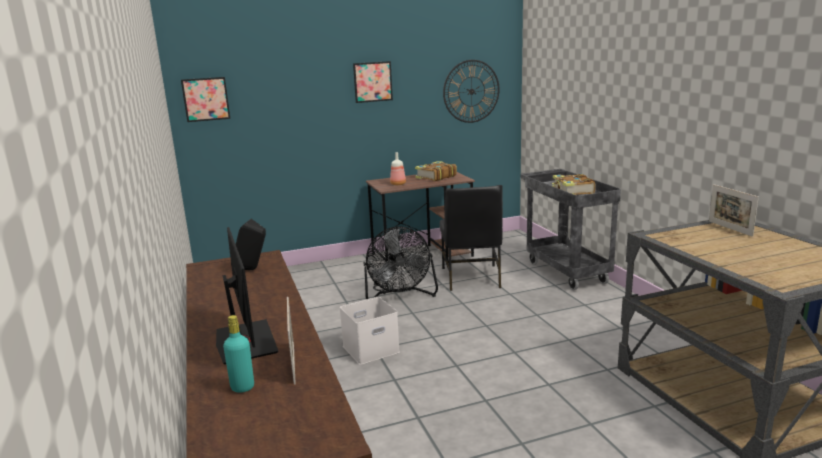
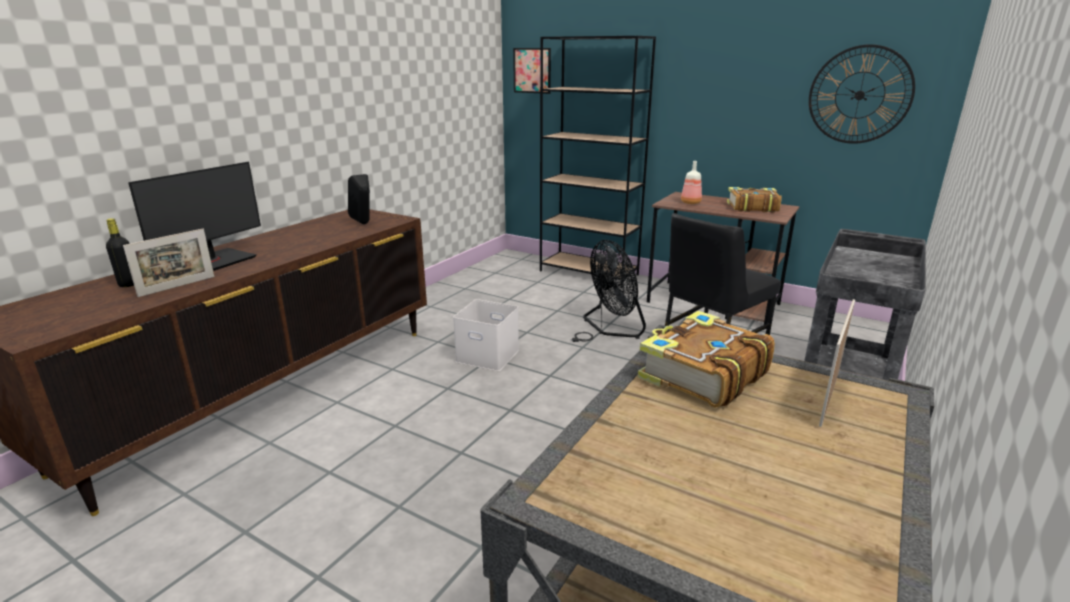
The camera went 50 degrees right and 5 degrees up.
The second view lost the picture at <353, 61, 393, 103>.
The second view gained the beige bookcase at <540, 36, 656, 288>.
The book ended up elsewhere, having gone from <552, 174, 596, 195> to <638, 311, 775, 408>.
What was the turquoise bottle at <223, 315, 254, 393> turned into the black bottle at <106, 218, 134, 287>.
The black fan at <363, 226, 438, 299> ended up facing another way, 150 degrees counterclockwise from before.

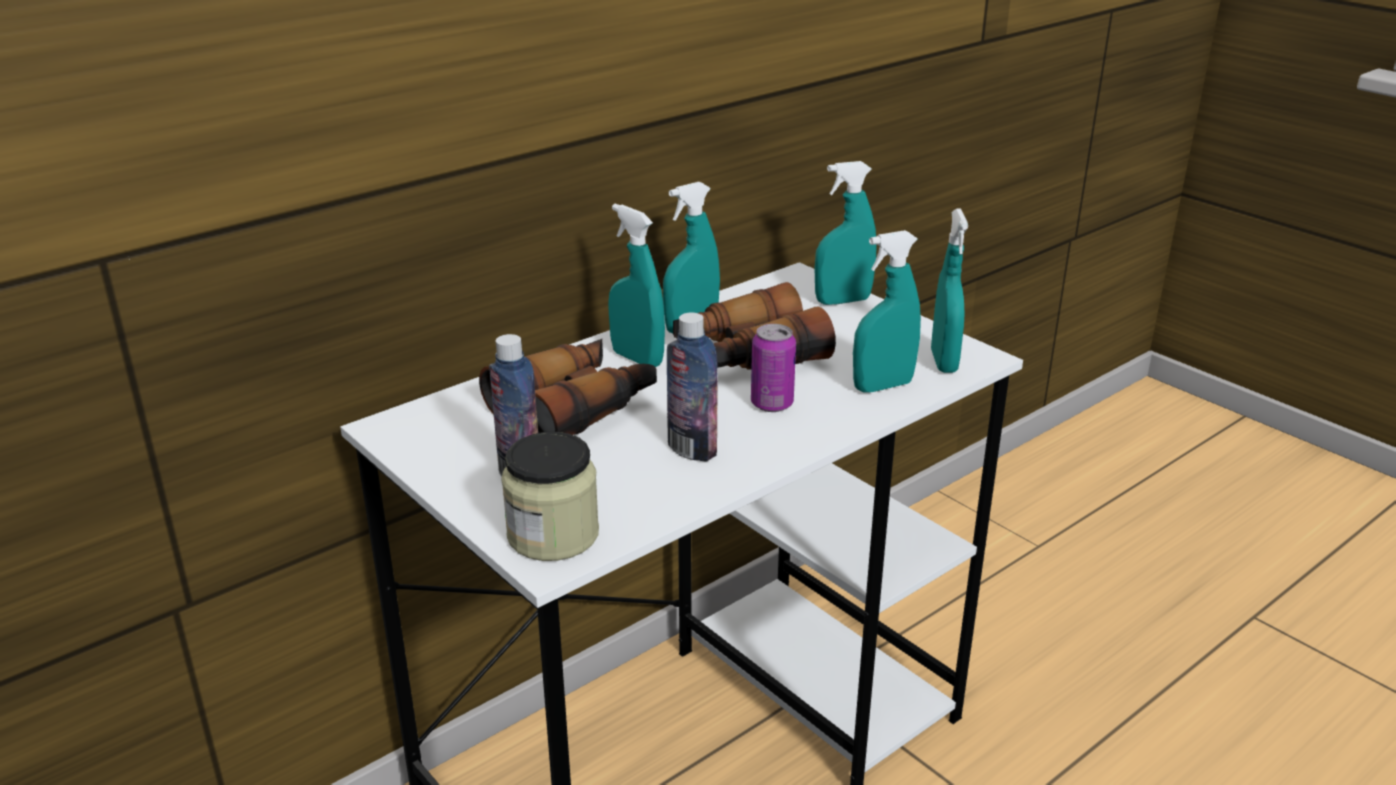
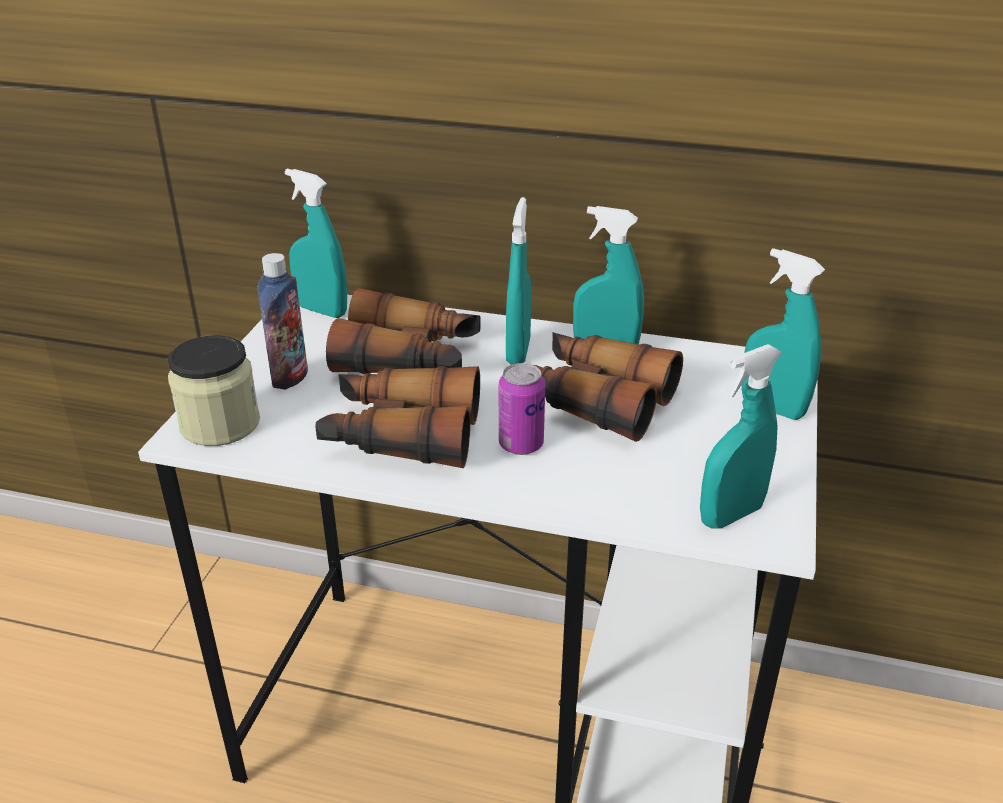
The camera went 55 degrees right and 5 degrees up.
The turquoise spray bottle ended up elsewhere, having gone from <853, 230, 921, 393> to <285, 169, 347, 318>.
Where the bottle stood at <667, 312, 718, 461>, the binoculars came to stand at <315, 366, 480, 468>.

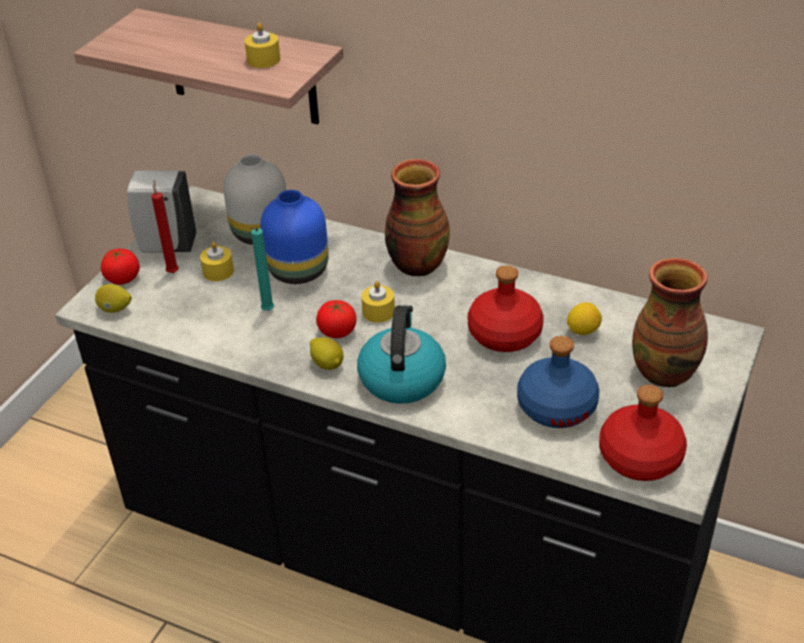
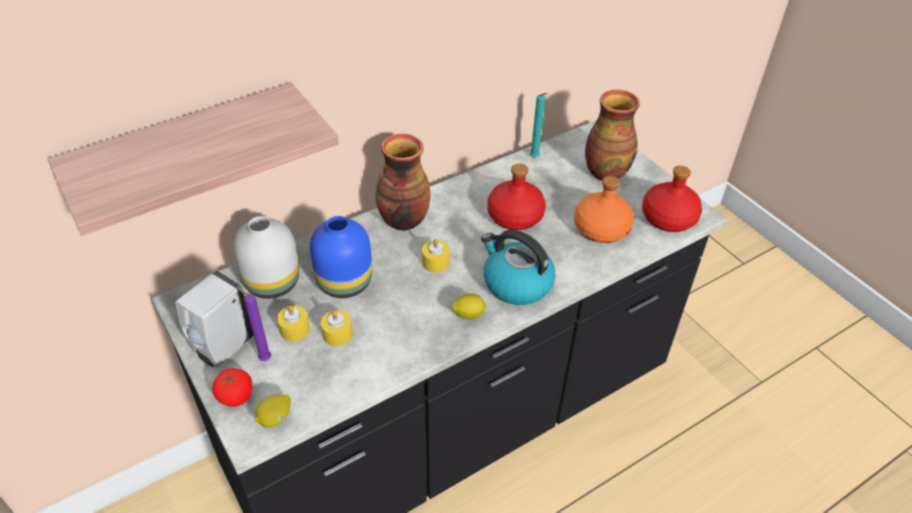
The camera went 60 degrees left and 5 degrees up.
The second view lost the tomato at <316, 300, 356, 338>.
The second view lost the lemon at <567, 302, 602, 335>.
The yellow candle ended up elsewhere, having gone from <245, 23, 280, 68> to <321, 310, 353, 346>.
The turquoise candle ended up elsewhere, having gone from <249, 227, 274, 311> to <530, 93, 547, 158>.
What was the red candle at <151, 180, 179, 273> turned into the purple candle at <237, 287, 271, 361>.
What was the blue bottle at <517, 336, 599, 428> turned into the orange bottle at <574, 176, 634, 243>.

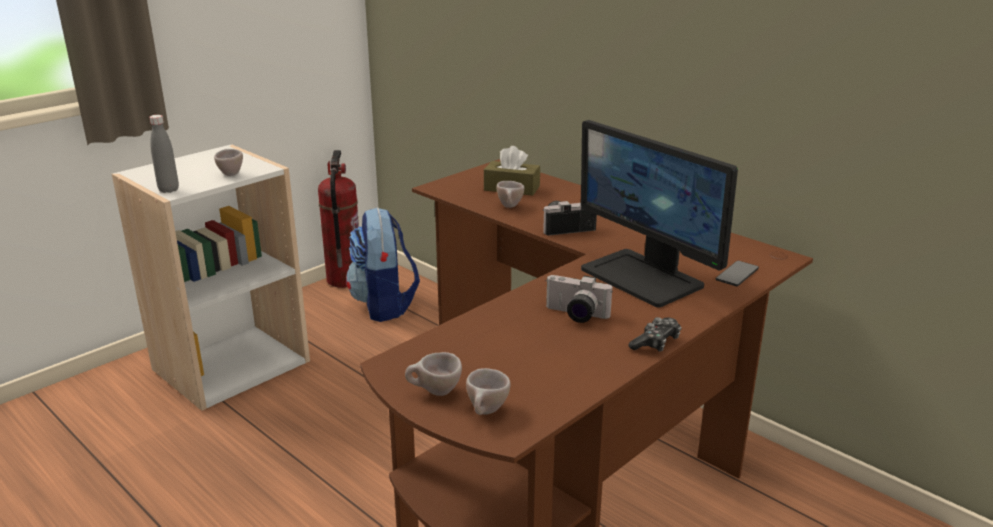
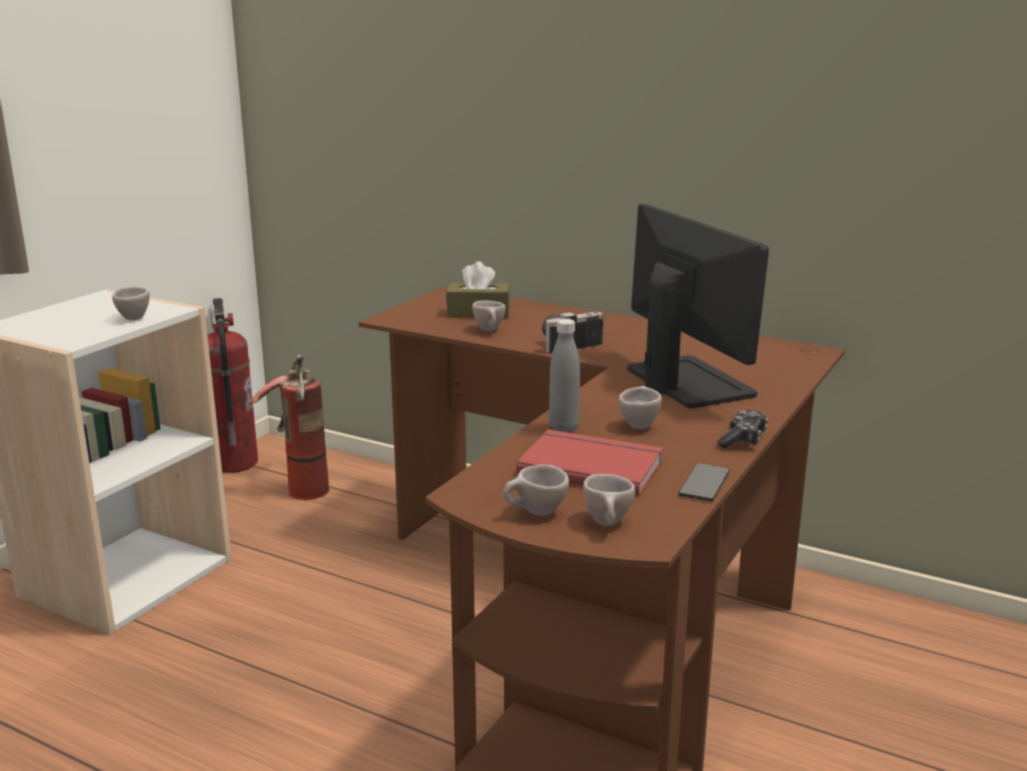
The camera went 15 degrees left and 5 degrees down.
The second view gained the red book at <516, 430, 663, 496>.
The grey bottle ended up elsewhere, having gone from <150, 115, 179, 193> to <549, 319, 580, 432>.
The phone ended up elsewhere, having gone from <716, 261, 759, 286> to <679, 463, 730, 501>.
Where the backpack stood at <346, 207, 420, 322>, the fire extinguisher came to stand at <251, 355, 329, 500>.
Where the photo camera stood at <545, 275, 613, 323>, the beige cup came to stand at <619, 386, 662, 429>.
The monitor at <581, 120, 738, 307> ended up facing another way, 150 degrees counterclockwise from before.

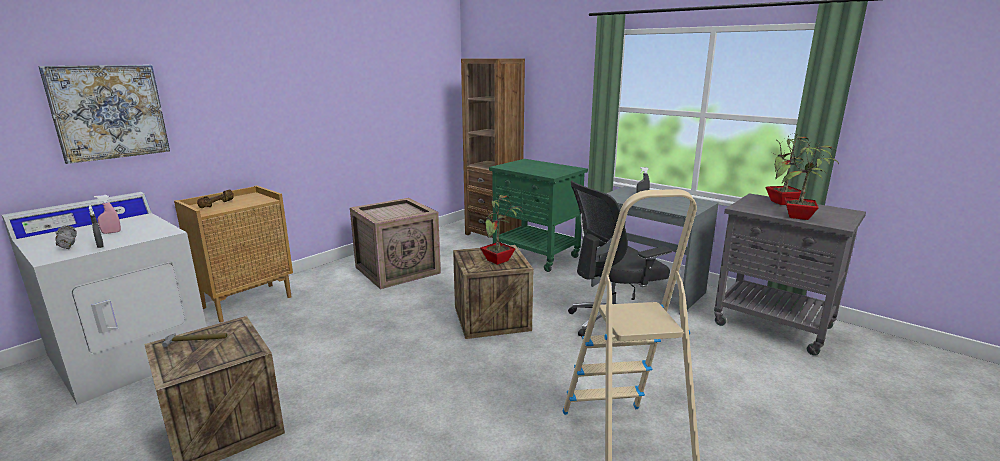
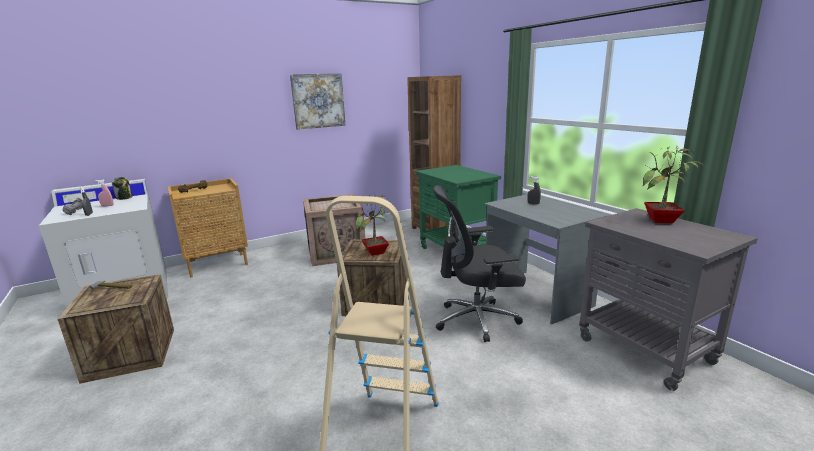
The camera went 20 degrees right and 0 degrees up.
The second view lost the potted plant at <775, 141, 839, 220>.
The second view gained the jar at <112, 177, 133, 200>.
The picture ended up elsewhere, having gone from <38, 65, 170, 164> to <290, 73, 345, 130>.

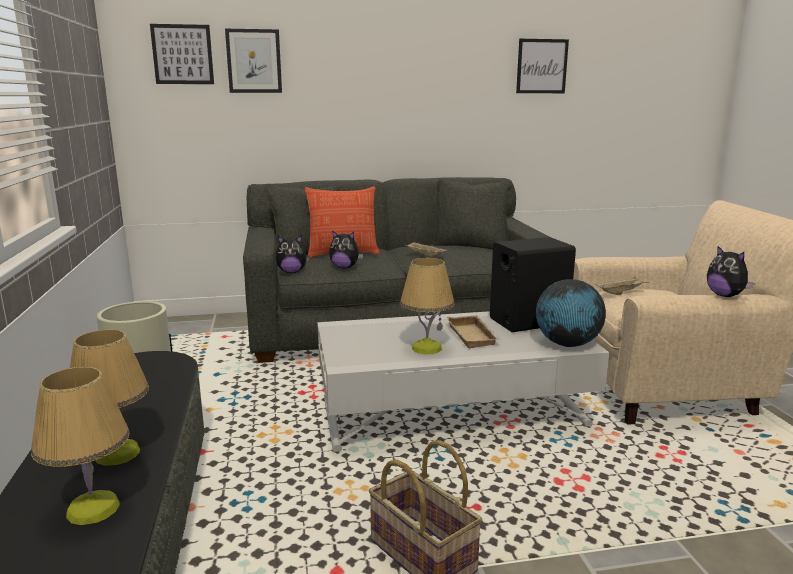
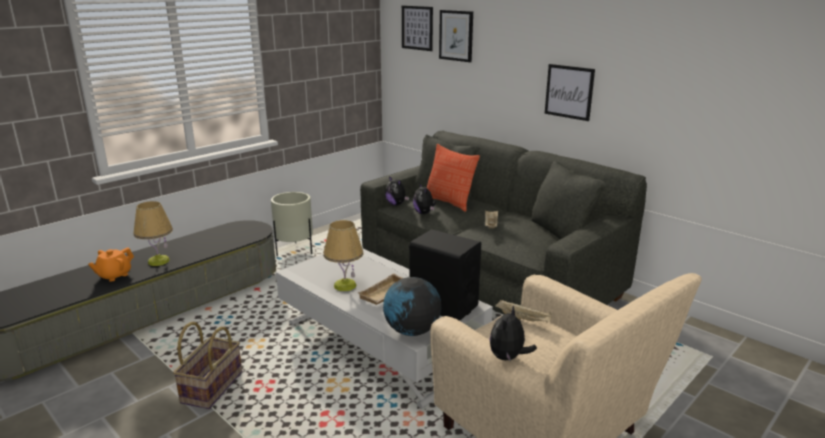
The camera went 55 degrees right and 5 degrees up.
The picture ended up elsewhere, having gone from <516, 39, 569, 93> to <545, 64, 595, 121>.
Where the table lamp stood at <31, 367, 130, 525>, the orange teapot came to stand at <88, 247, 134, 282>.

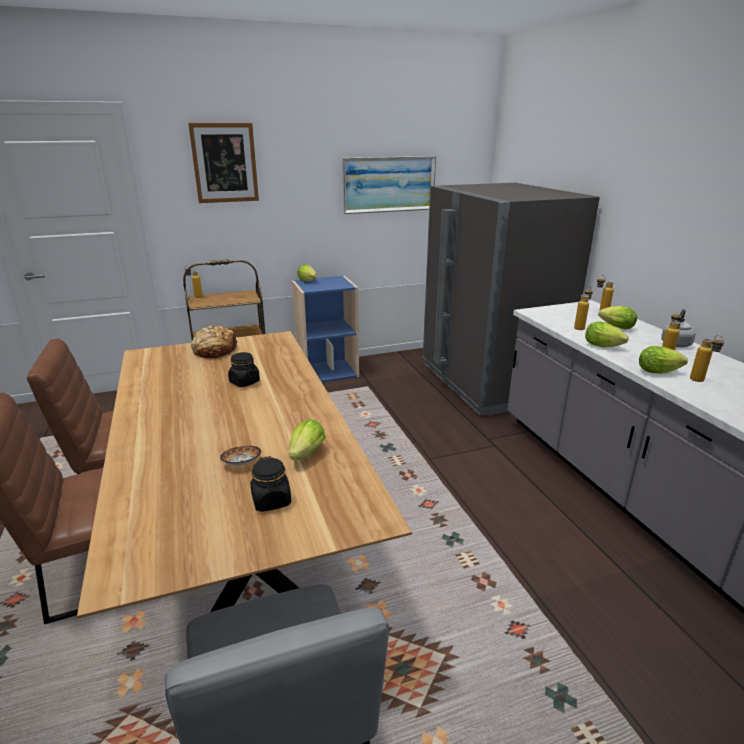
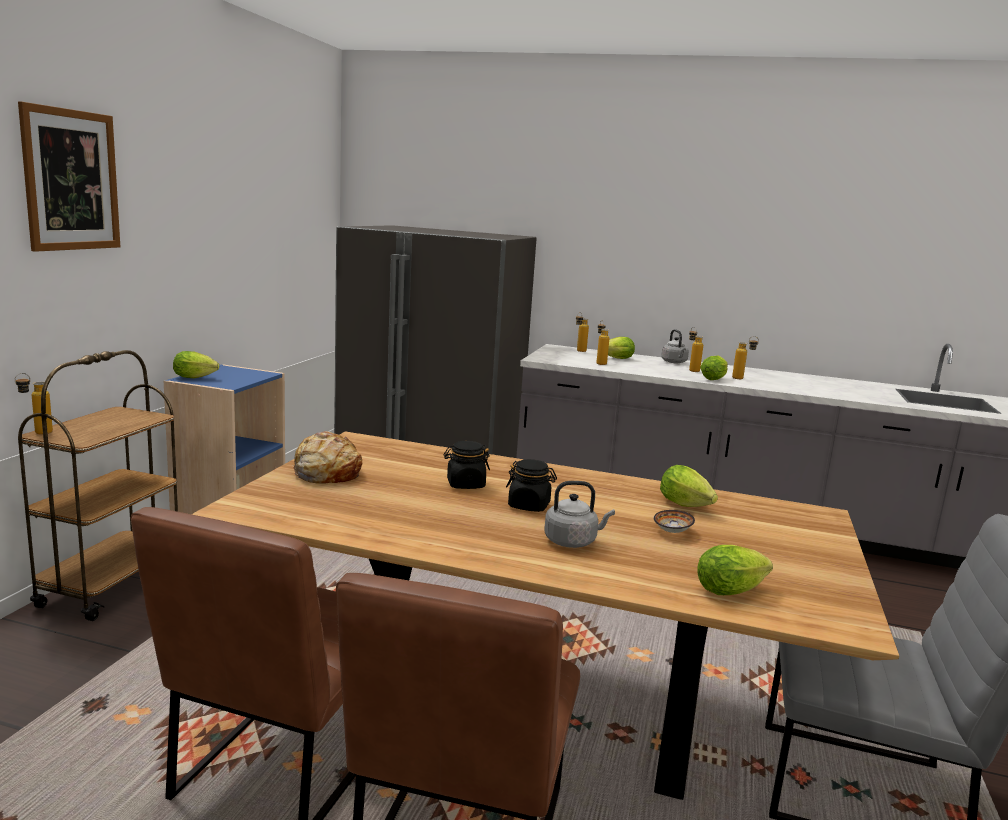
The camera went 55 degrees left and 10 degrees down.
The second view lost the picture at <342, 156, 436, 214>.
The second view gained the grey kettle at <544, 481, 615, 548>.
The black jar ended up elsewhere, having gone from <250, 456, 291, 512> to <506, 459, 557, 512>.
The lettuce ended up elsewhere, having gone from <585, 321, 629, 347> to <698, 545, 773, 595>.

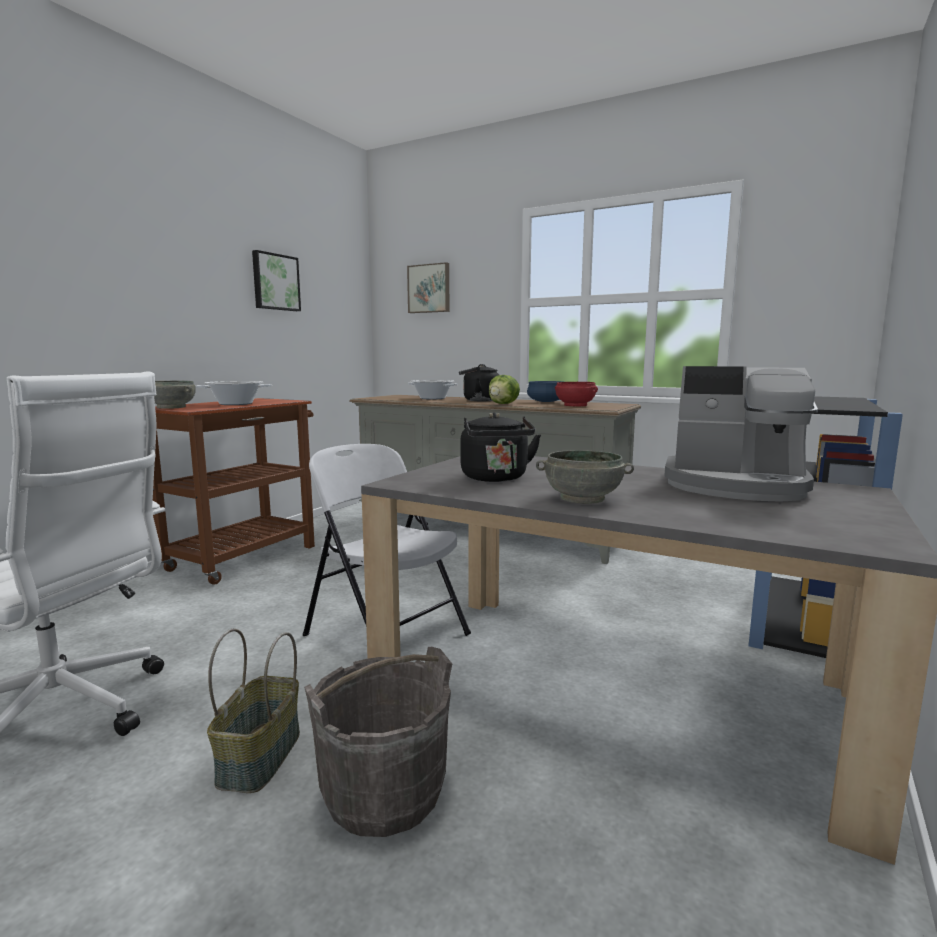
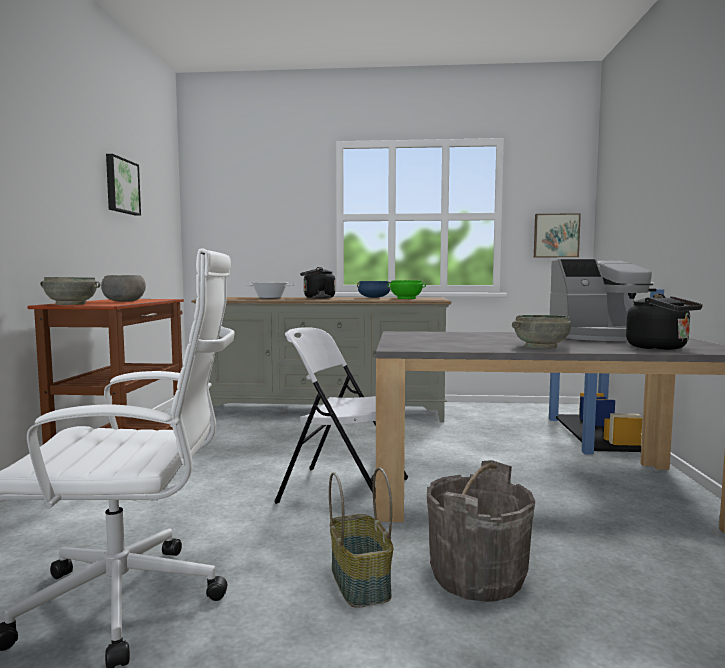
The camera went 25 degrees left and 5 degrees down.
The second view lost the lettuce at <489, 375, 520, 404>.
The picture ended up elsewhere, having gone from <407, 262, 449, 313> to <534, 213, 581, 257>.
The black kettle ended up elsewhere, having gone from <460, 412, 541, 482> to <626, 293, 703, 350>.
Where the cooking pot stood at <195, 381, 272, 405>, the grey bowl came to stand at <101, 275, 146, 302>.
What was the red bowl at <555, 382, 598, 406> turned into the green bowl at <387, 280, 426, 299>.

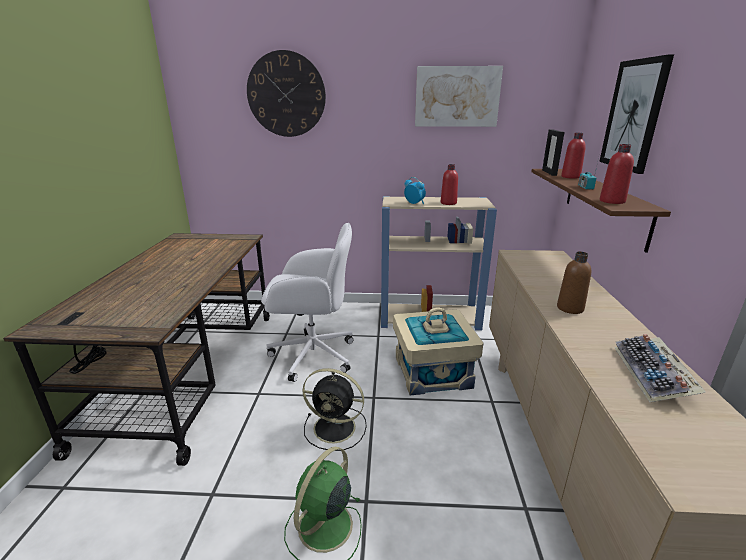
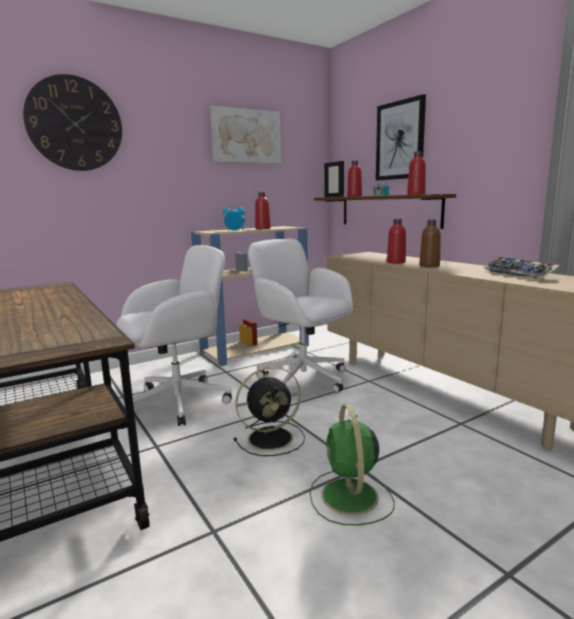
The camera went 35 degrees left and 10 degrees down.
The second view gained the red bottle at <387, 219, 406, 264>.
Where the beige storage box stood at <393, 308, 483, 395>, the white office chair came to stand at <248, 239, 353, 393>.

